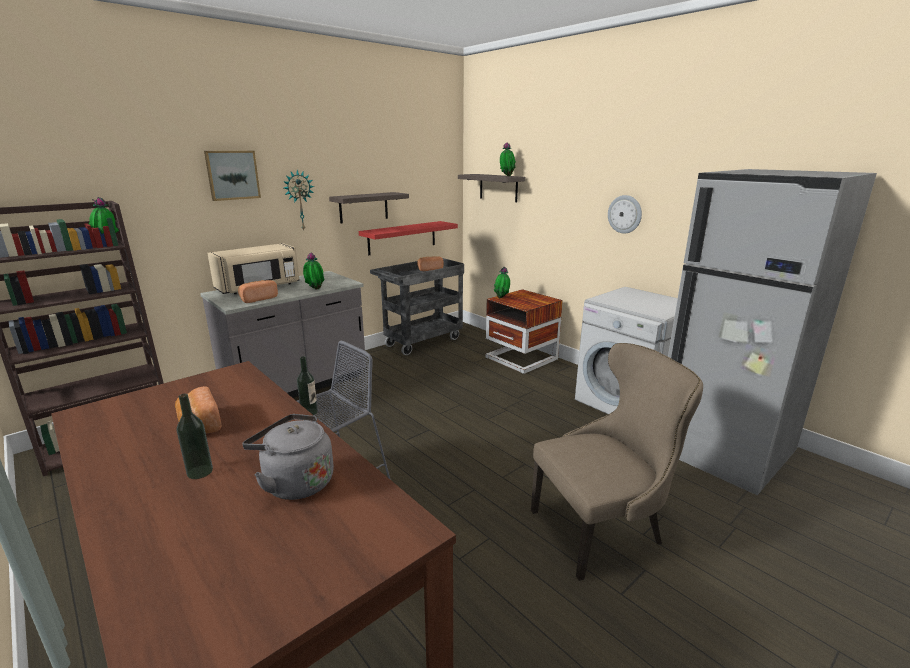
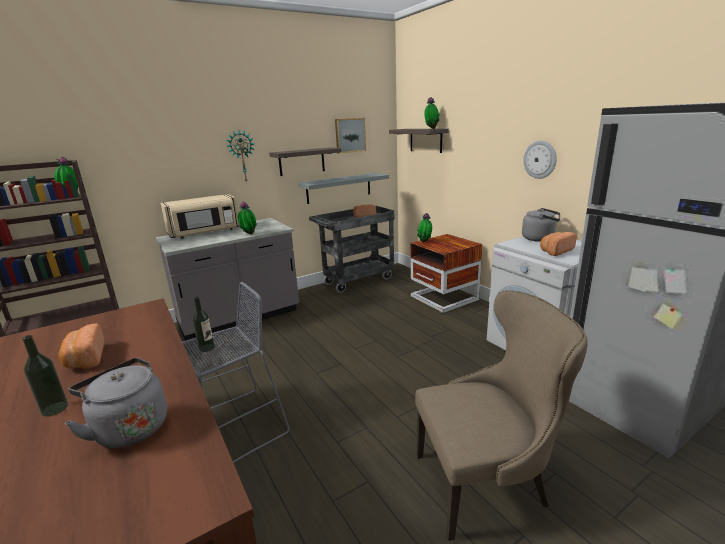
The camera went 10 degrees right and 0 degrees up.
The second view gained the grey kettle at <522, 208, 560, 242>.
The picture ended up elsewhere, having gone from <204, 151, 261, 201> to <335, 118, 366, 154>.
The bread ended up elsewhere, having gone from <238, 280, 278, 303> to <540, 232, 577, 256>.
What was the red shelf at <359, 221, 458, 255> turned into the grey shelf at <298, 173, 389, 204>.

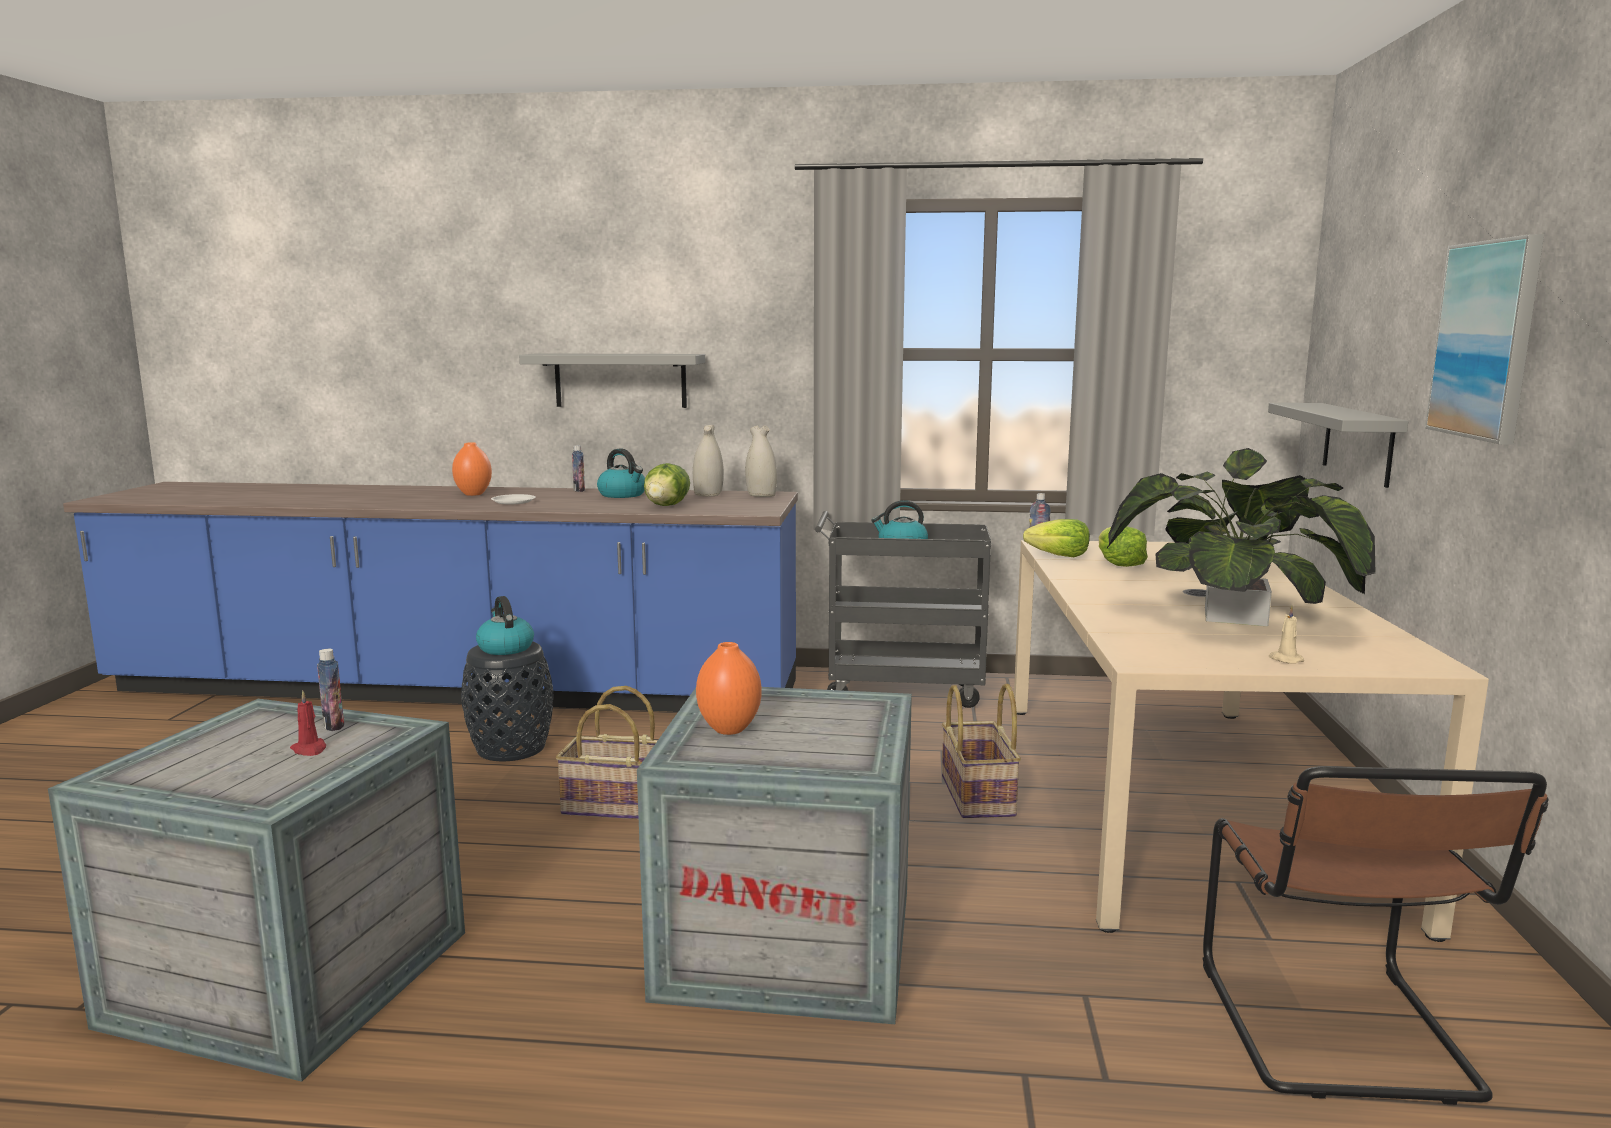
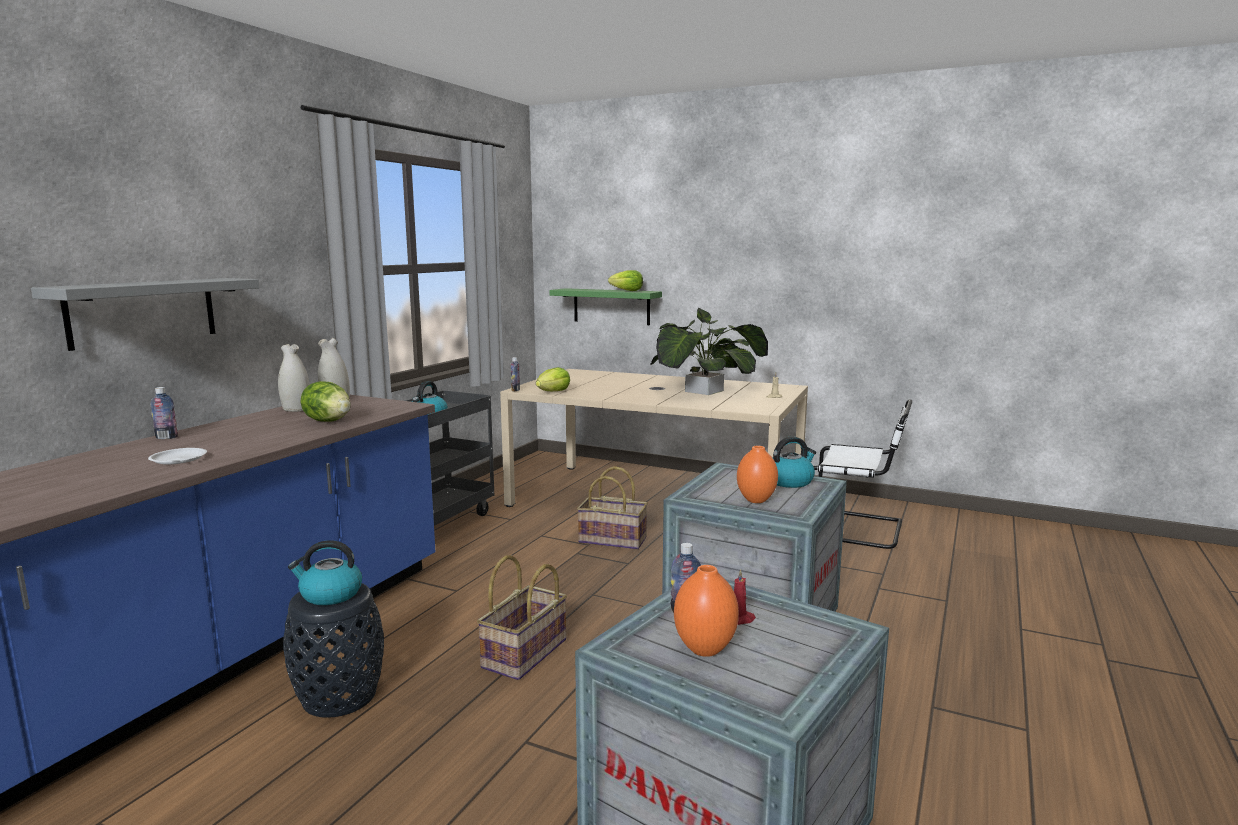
The camera went 70 degrees left and 0 degrees up.
The second view lost the picture at <1425, 234, 1544, 444>.
The orange vase ended up elsewhere, having gone from <452, 442, 492, 496> to <674, 565, 739, 657>.
The kettle ended up elsewhere, having gone from <597, 449, 645, 498> to <772, 436, 816, 488>.
The lettuce ended up elsewhere, having gone from <1099, 526, 1148, 567> to <608, 270, 643, 291>.
What was the brown chair at <1202, 766, 1548, 1105> turned into the white chair at <813, 399, 912, 549>.
What was the grey shelf at <1268, 403, 1408, 488> turned into the green shelf at <549, 288, 662, 325>.

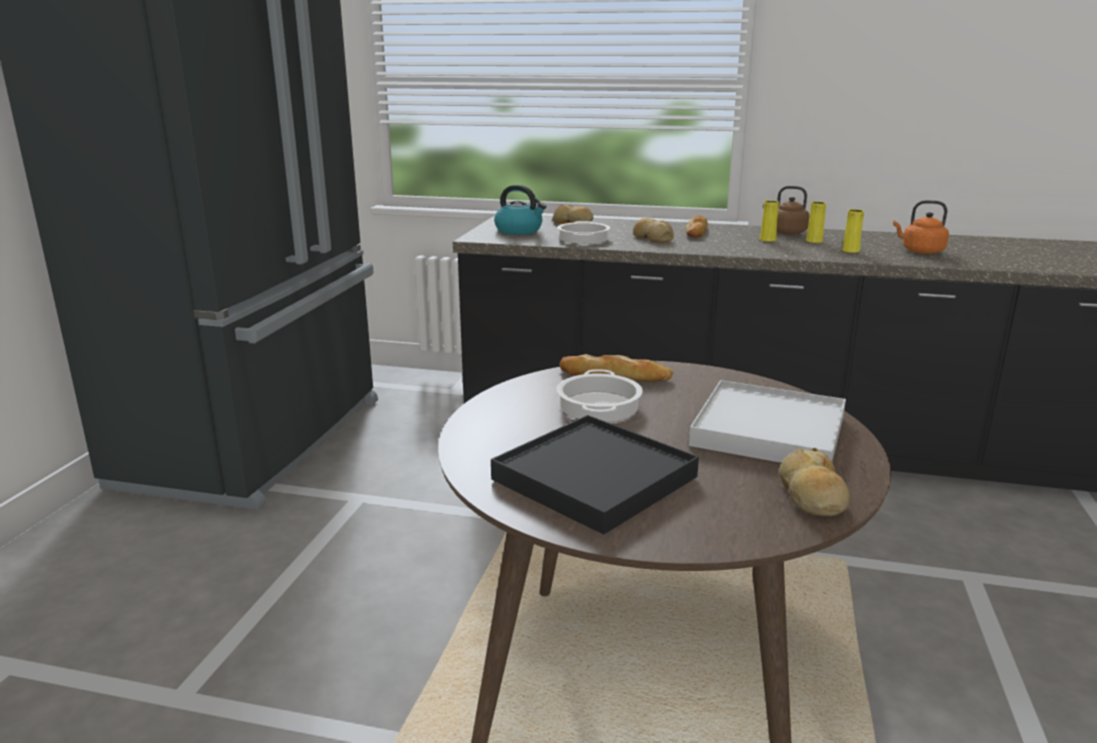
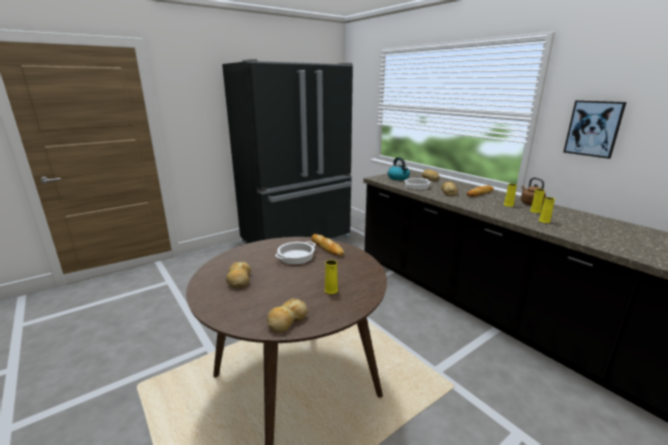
The camera went 40 degrees right and 0 degrees up.
The second view lost the orange kettle at <893, 200, 949, 254>.
The second view gained the picture at <564, 100, 626, 159>.
Where the black tray stood at <491, 415, 699, 535>, the bread came to stand at <226, 261, 251, 288>.
Where the white tray stood at <689, 380, 846, 463>, the yellow vase came to stand at <325, 260, 338, 294>.

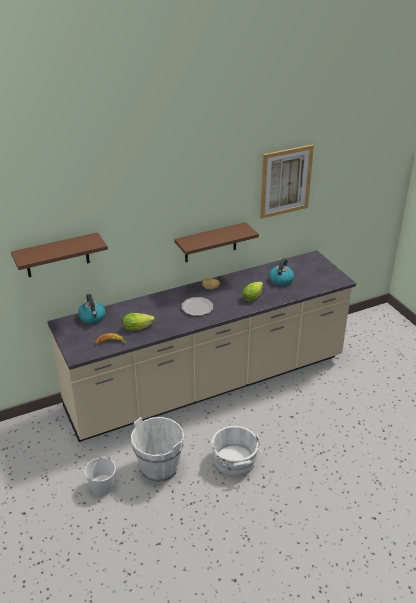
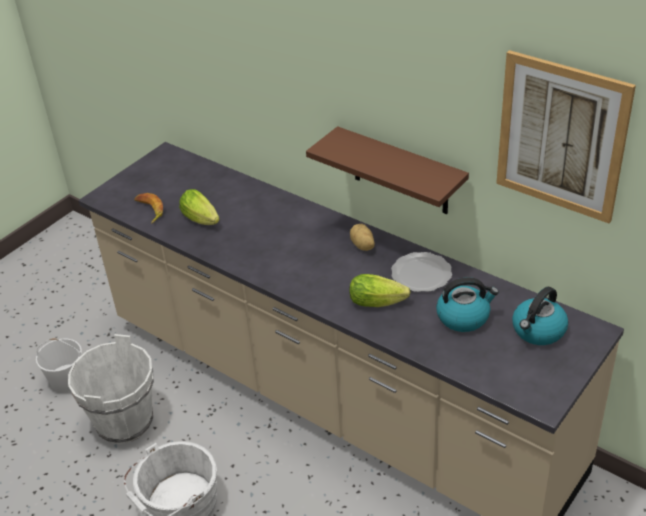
The camera went 65 degrees right and 5 degrees up.
The second view lost the brown shelf at <11, 232, 108, 277>.
The kettle ended up elsewhere, having gone from <78, 294, 106, 324> to <512, 287, 568, 345>.
The plate ended up elsewhere, having gone from <182, 297, 213, 316> to <391, 252, 452, 292>.

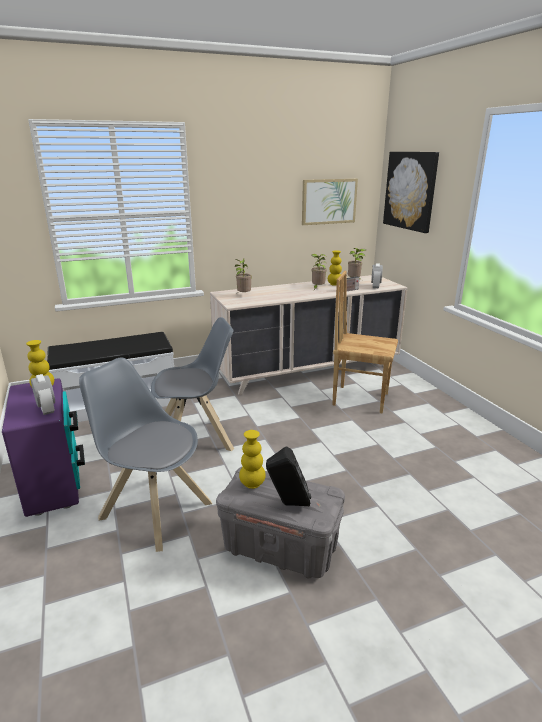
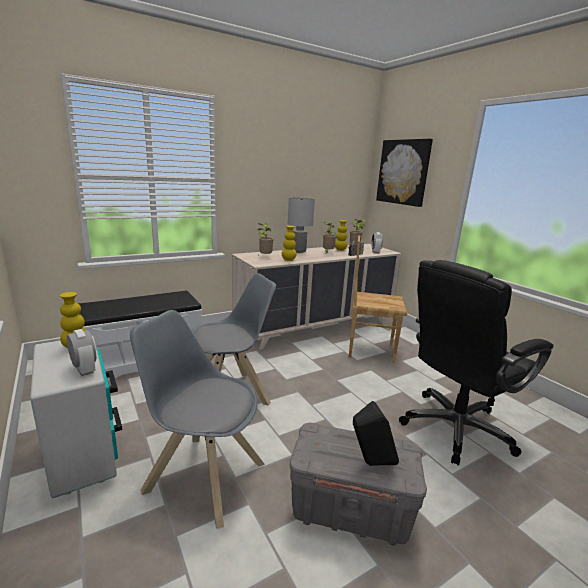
The camera went 10 degrees left and 5 degrees down.
The second view lost the picture at <302, 179, 358, 225>.
The second view gained the grey table lamp at <288, 197, 315, 253>.
The second view gained the black office chair at <399, 260, 554, 466>.
The yellow vase ended up elsewhere, having gone from <239, 430, 266, 489> to <282, 226, 297, 261>.
What was the purple nightstand at <2, 378, 85, 517> turned into the white nightstand at <30, 336, 122, 498>.

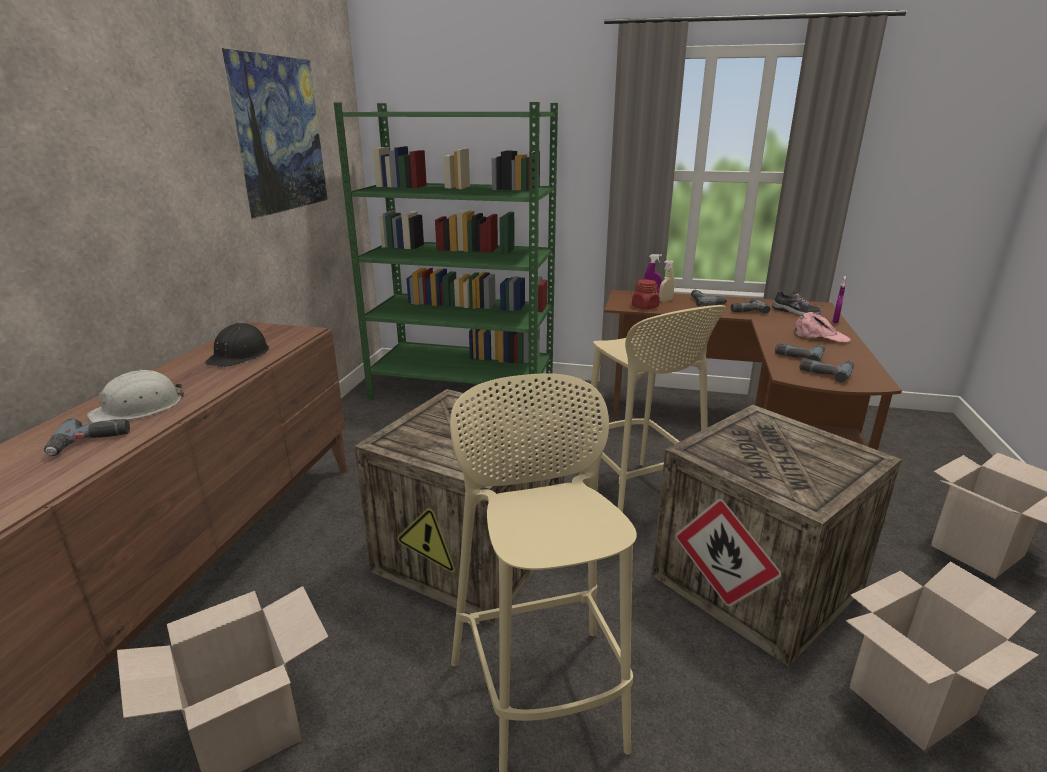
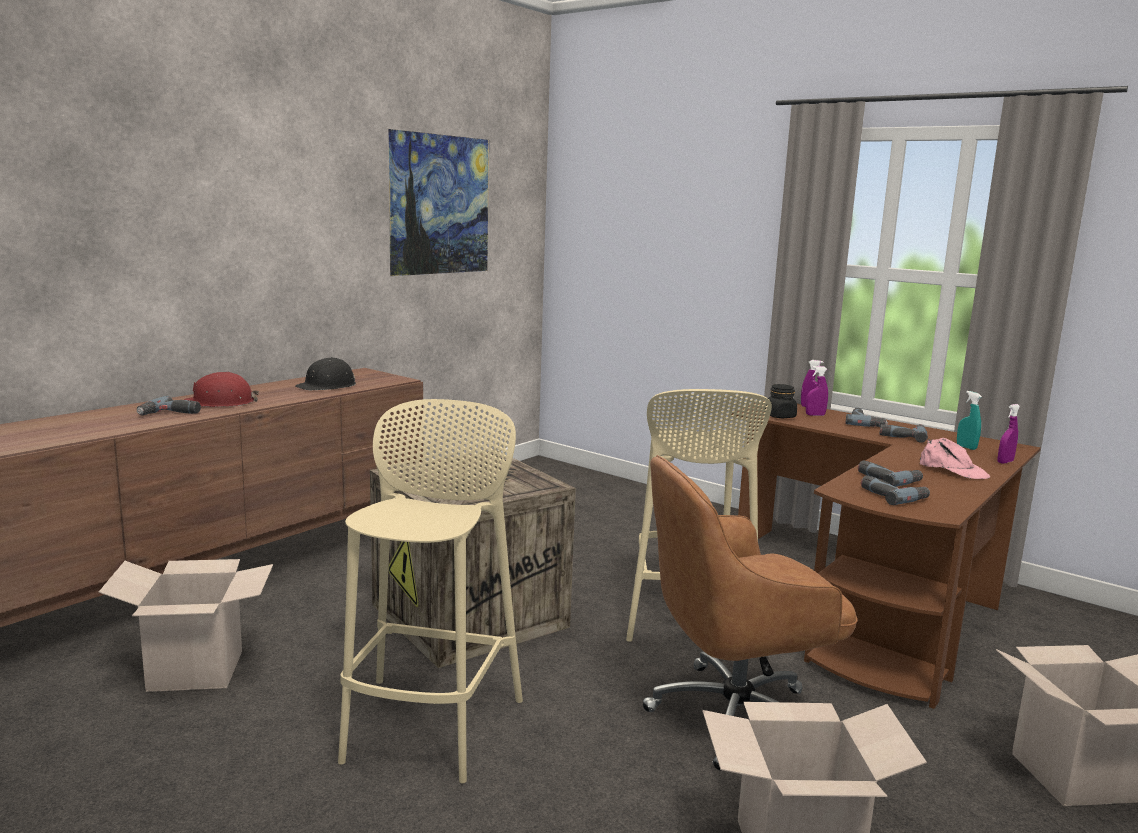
The camera went 25 degrees right and 10 degrees down.
The second view lost the green bookcase at <334, 102, 558, 406>.
Where the crate stood at <652, 405, 902, 667>, the brown office chair came to stand at <643, 455, 857, 771>.
Where the shoe stood at <772, 289, 822, 315>, the turquoise spray bottle came to stand at <957, 391, 982, 450>.
What was the white hard hat at <87, 370, 184, 423> turned into the red hard hat at <184, 372, 259, 407>.
What was the red jar at <632, 280, 660, 309> turned into the black jar at <765, 384, 797, 418>.
What was the beige spray bottle at <659, 260, 675, 302> turned into the purple spray bottle at <806, 366, 828, 416>.

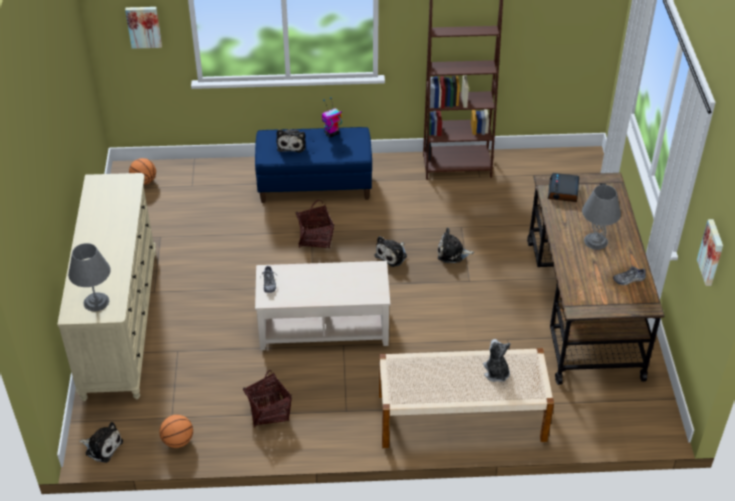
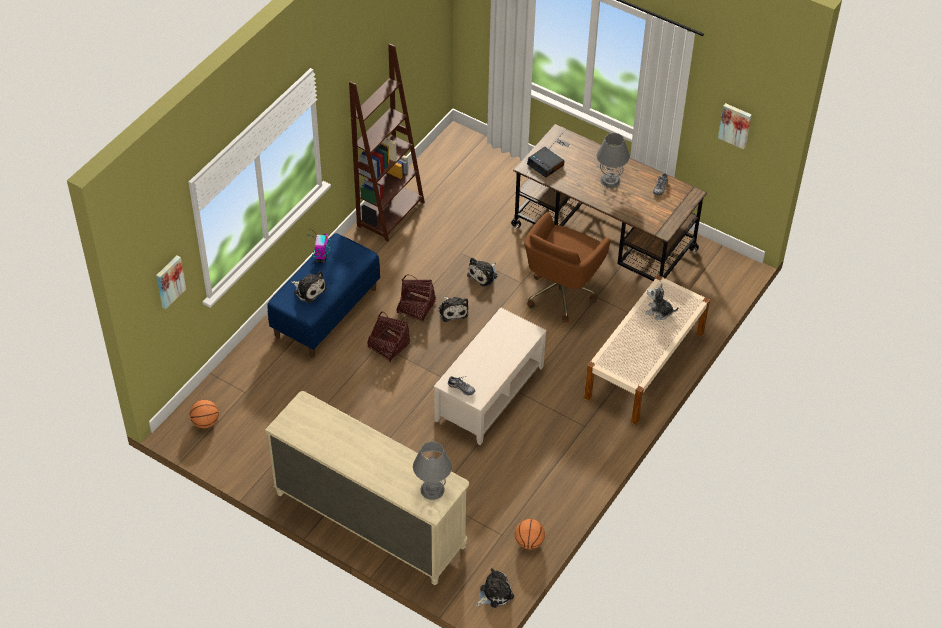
The camera went 55 degrees left and 5 degrees up.
The second view gained the brown office chair at <524, 212, 611, 323>.
The basket ended up elsewhere, having gone from <243, 370, 292, 428> to <396, 274, 436, 322>.

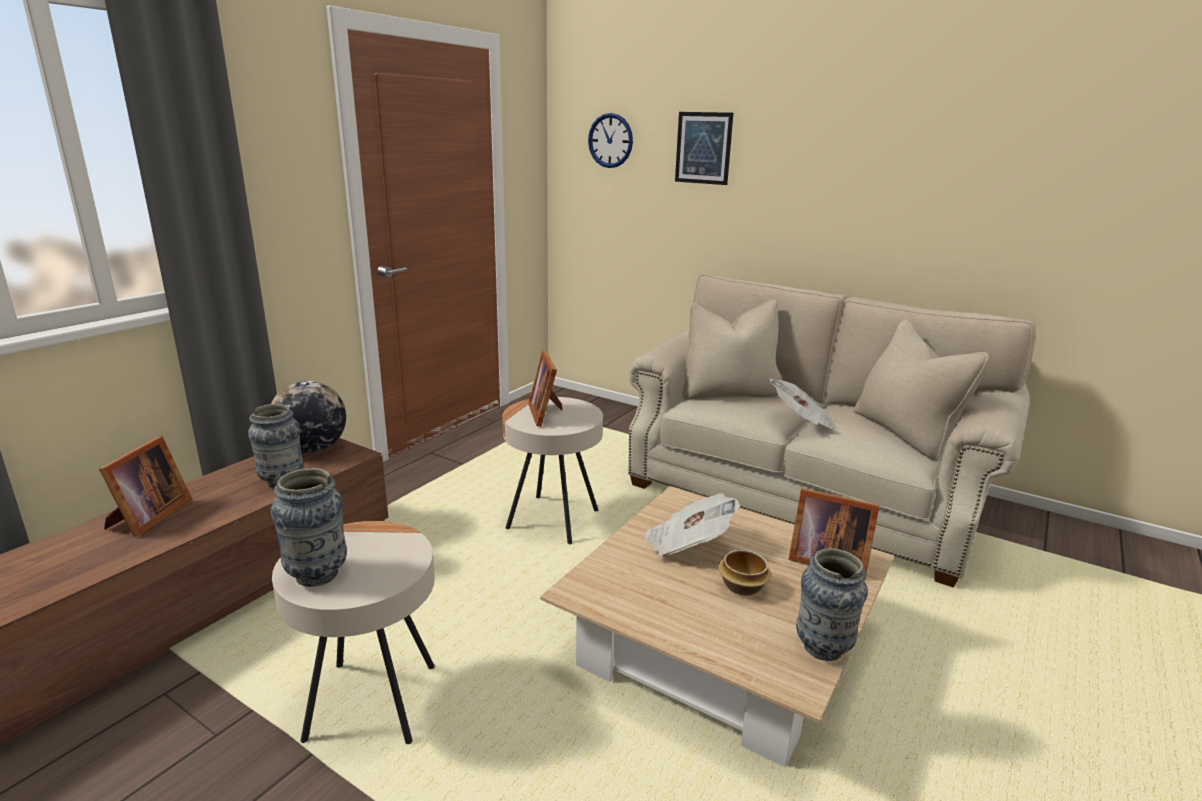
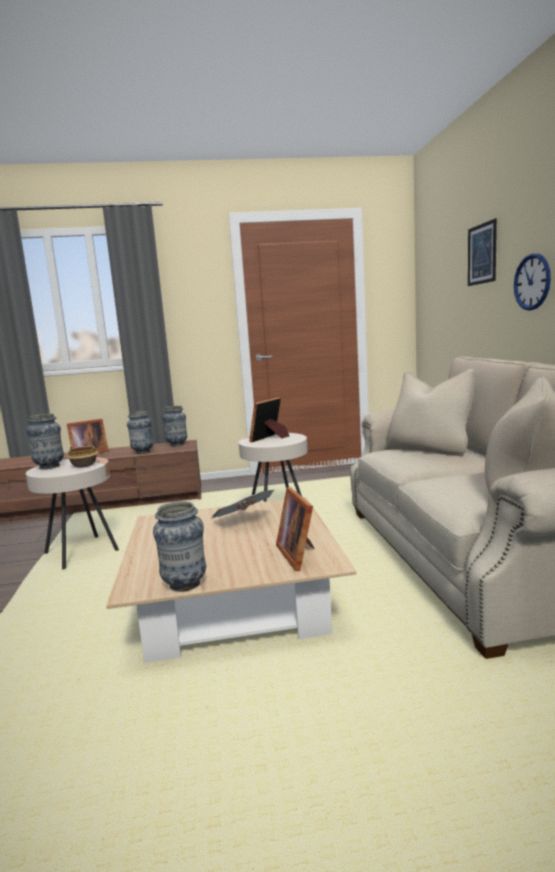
The camera went 50 degrees right and 10 degrees down.
The second view lost the newspaper at <769, 379, 838, 431>.
The wall clock ended up elsewhere, having gone from <588, 113, 633, 168> to <514, 254, 551, 310>.
The bowl ended up elsewhere, having gone from <718, 550, 771, 596> to <66, 446, 98, 468>.
Where the globe stood at <271, 381, 346, 453>, the vase came to stand at <163, 406, 187, 446>.

